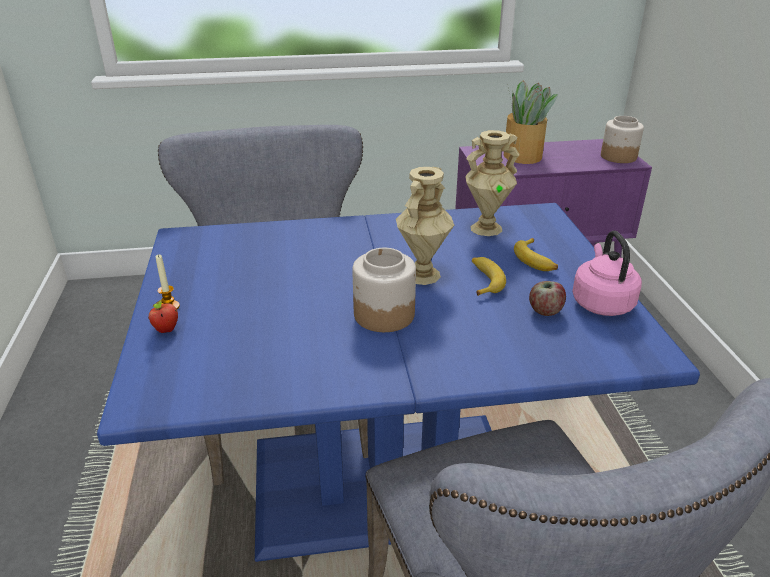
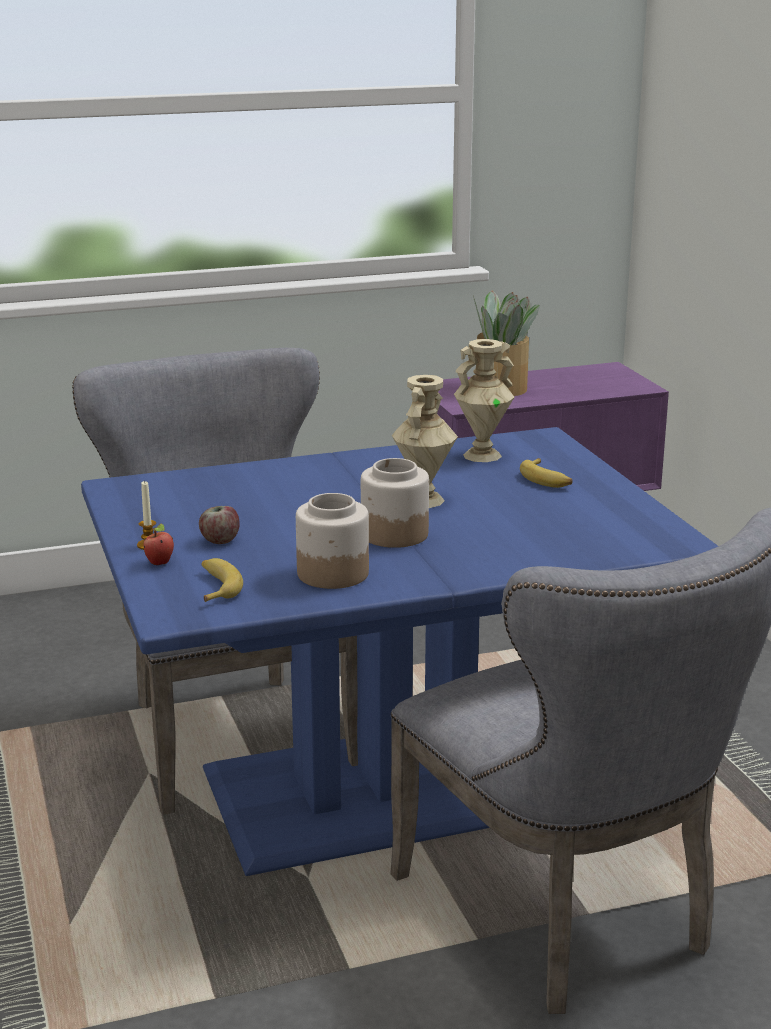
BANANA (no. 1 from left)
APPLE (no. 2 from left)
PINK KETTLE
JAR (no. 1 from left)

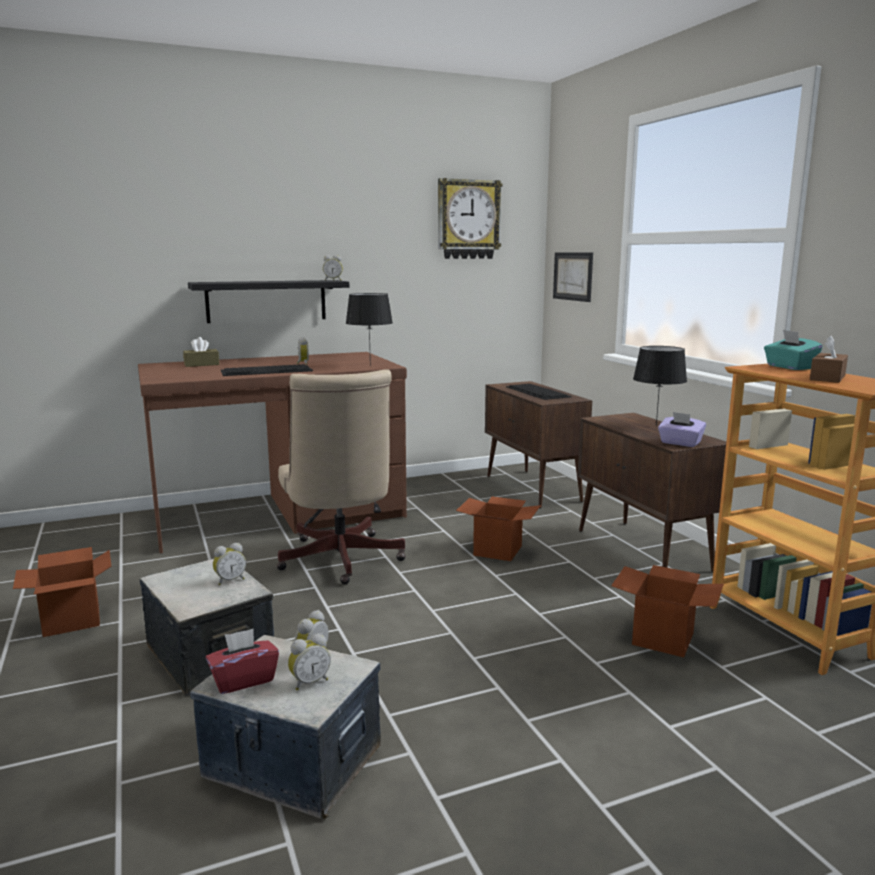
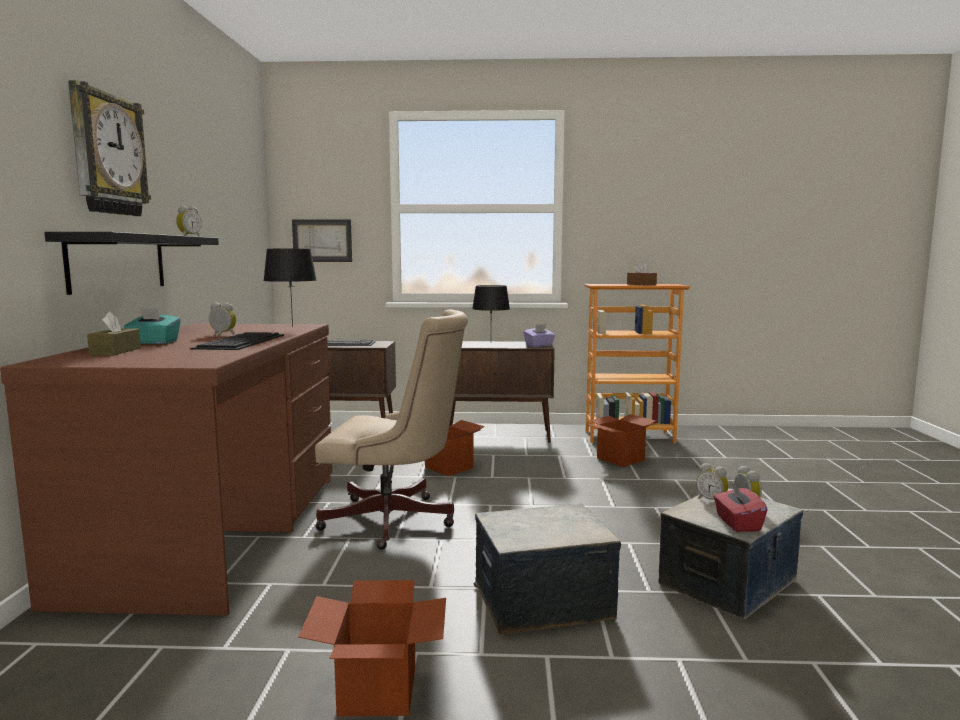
ALARM CLOCK (no. 1 from left in the first image)
WALL CLOCK
TURQUOISE TISSUE BOX

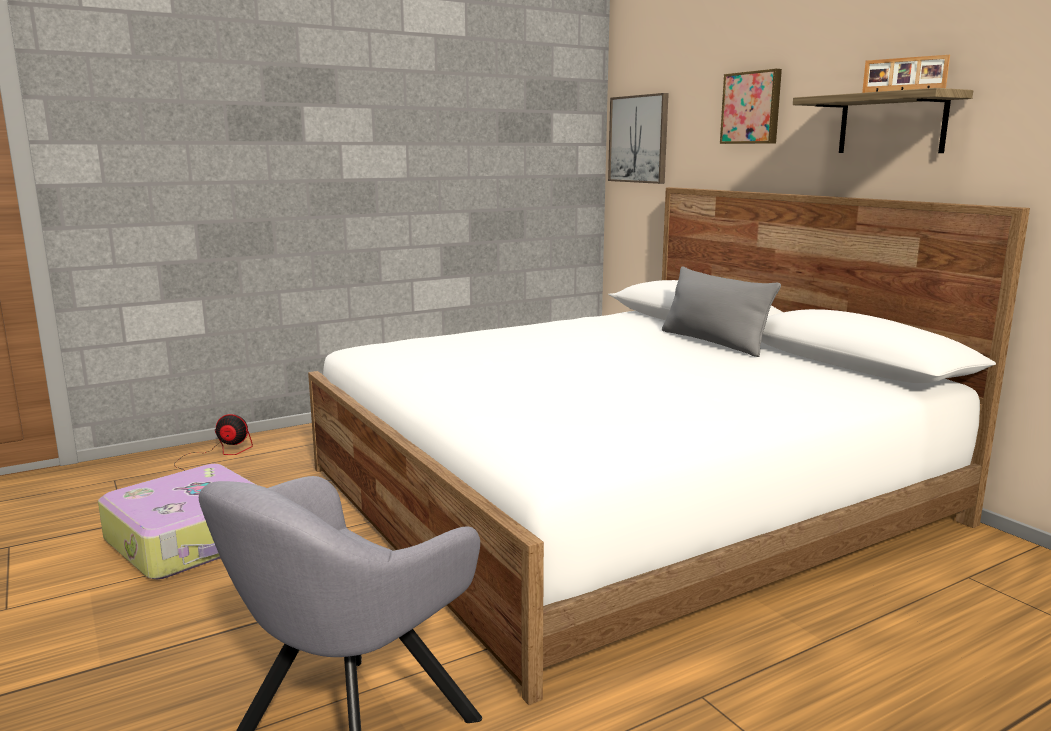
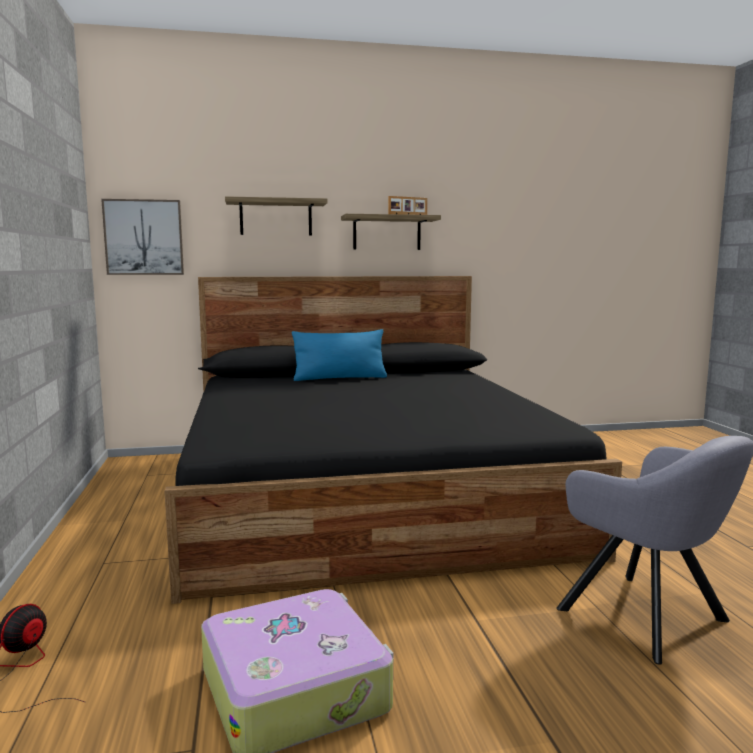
BLACK BED
BLUE PILLOW
SHELF (no. 1 from left)

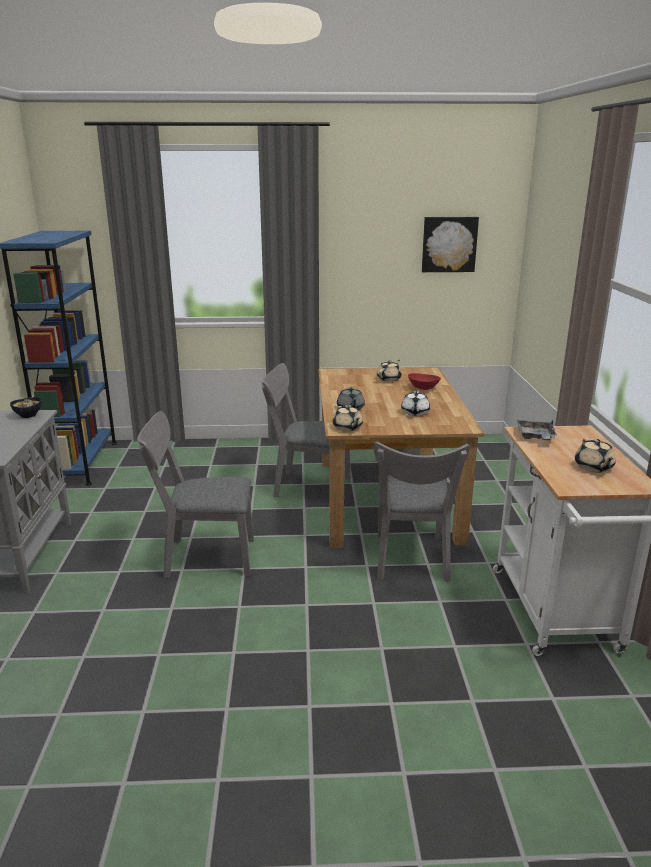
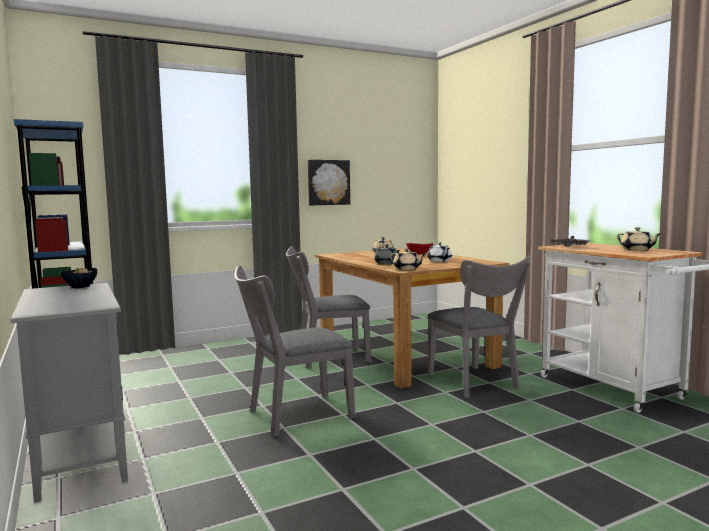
PICTURE

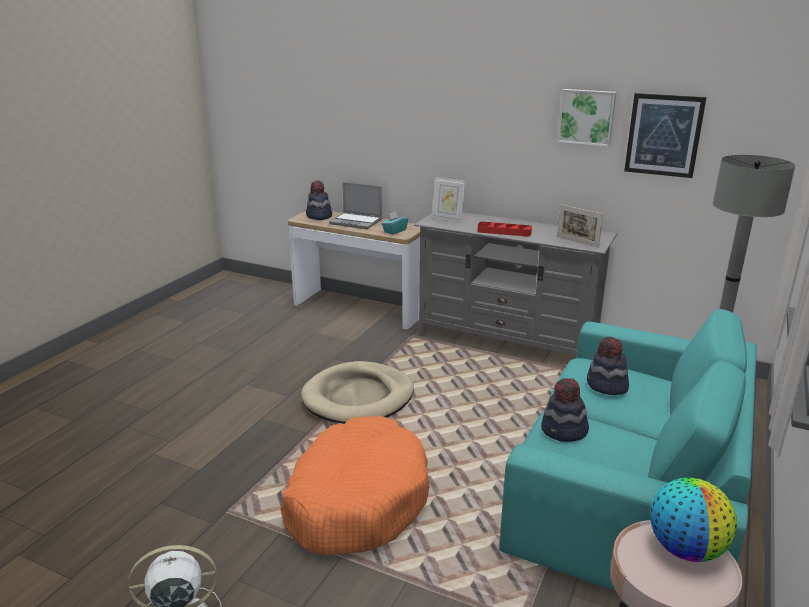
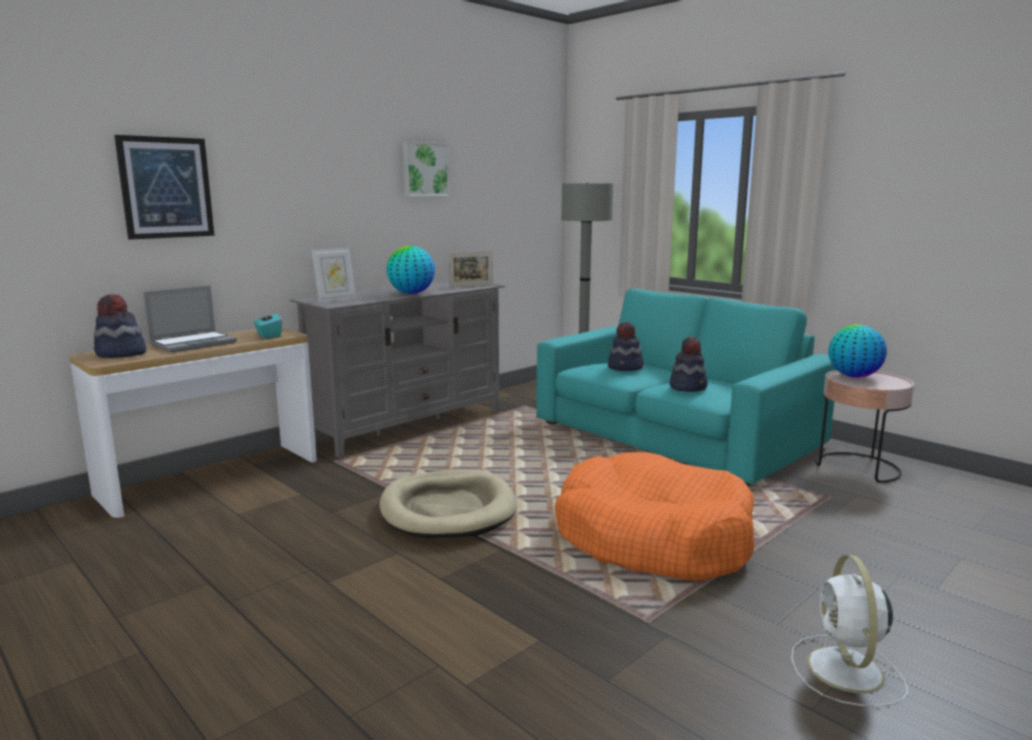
GLOBE (no. 1 from left)
PICTURE (no. 1 from left)

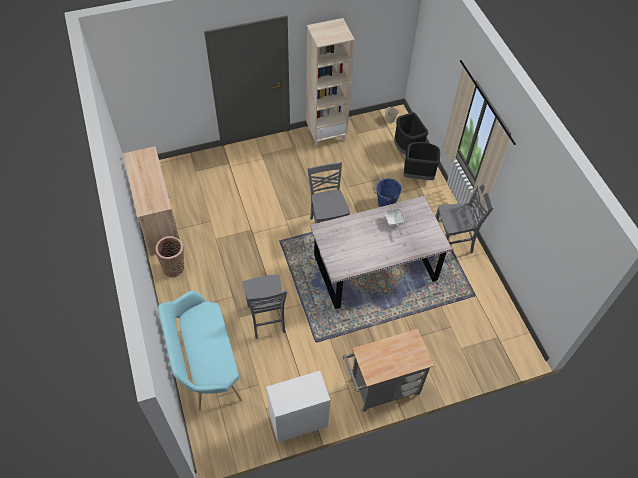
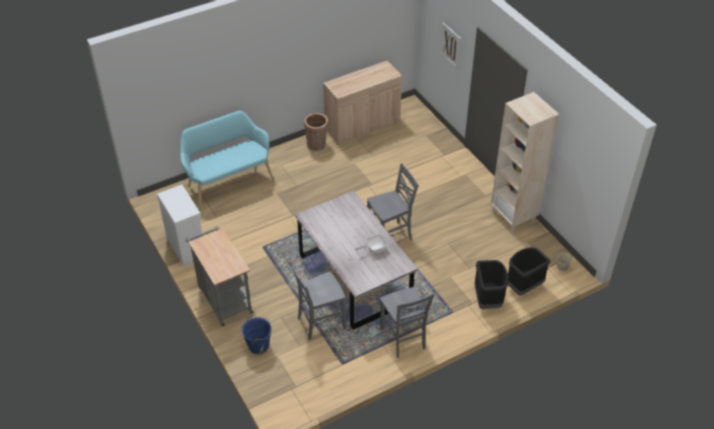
GREY CHAIR (no. 1 from left)
BLUE BUCKET
PICTURE

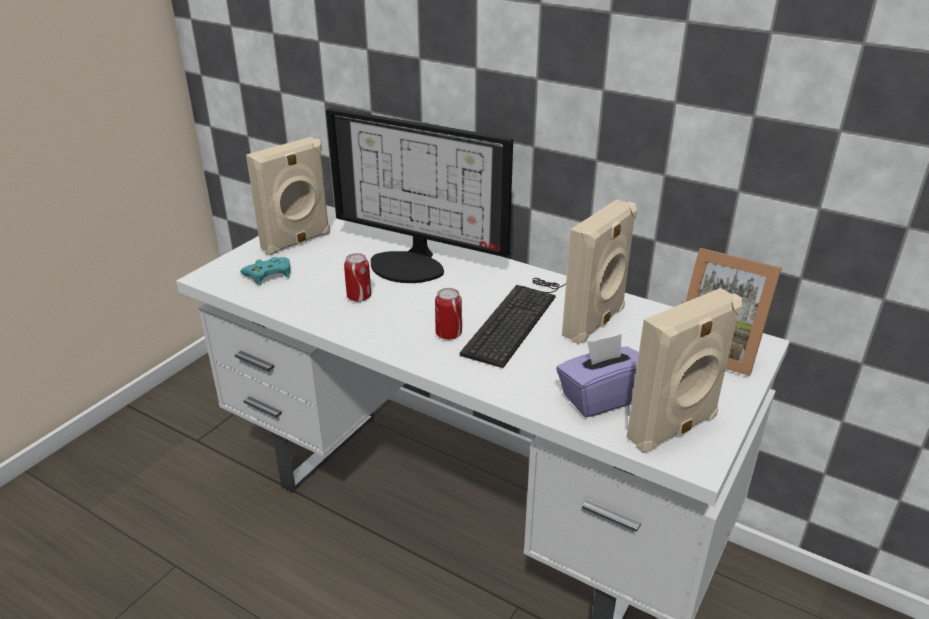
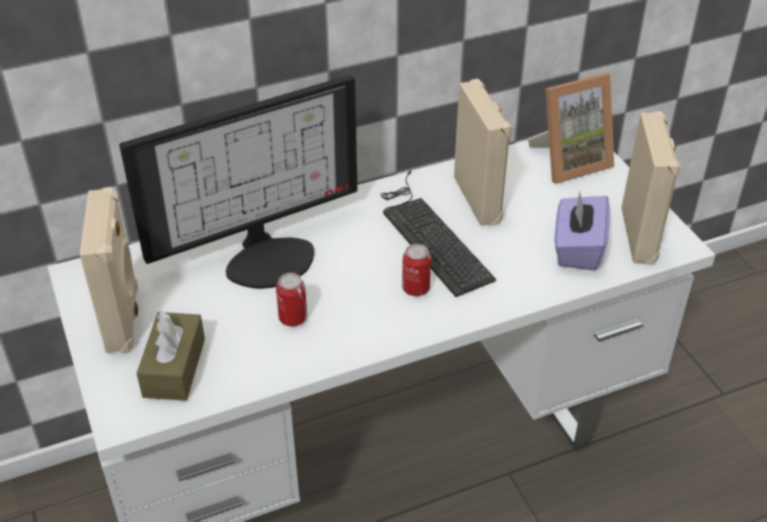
BROWN TISSUE BOX

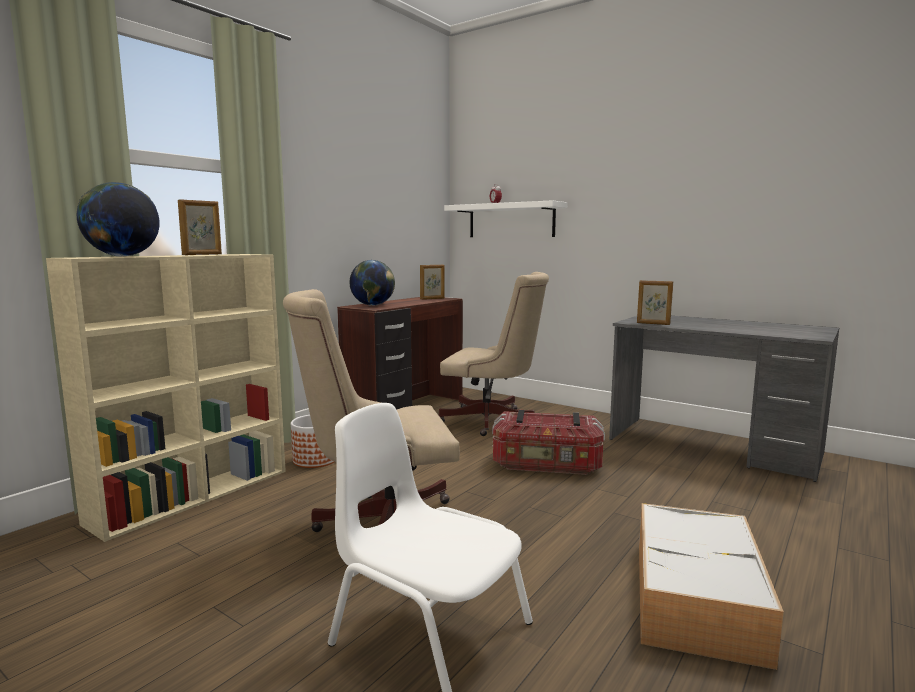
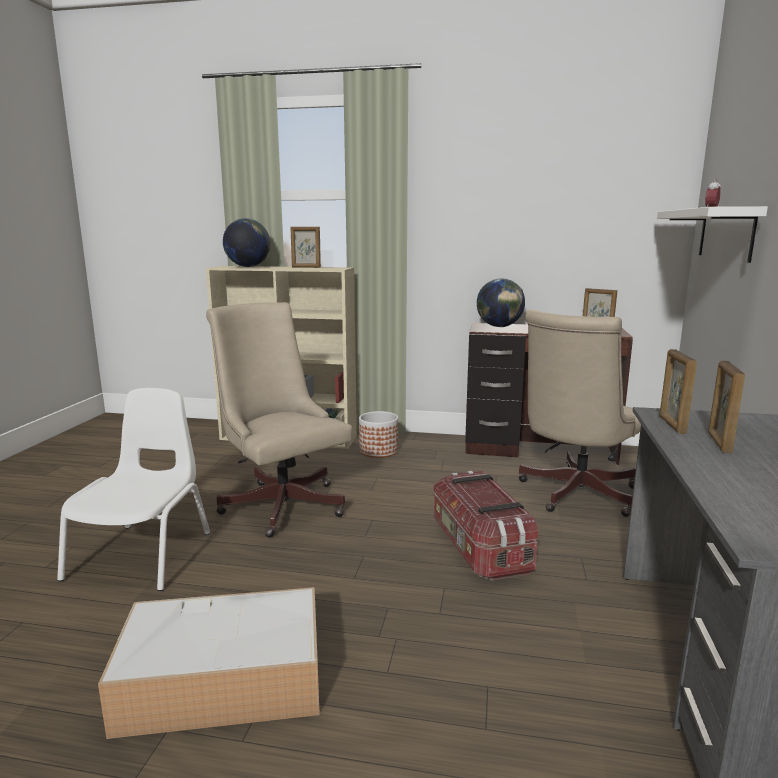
BEIGE OFFICE CHAIR (no. 2 from left)
PICTURE FRAME (no. 4 from left)

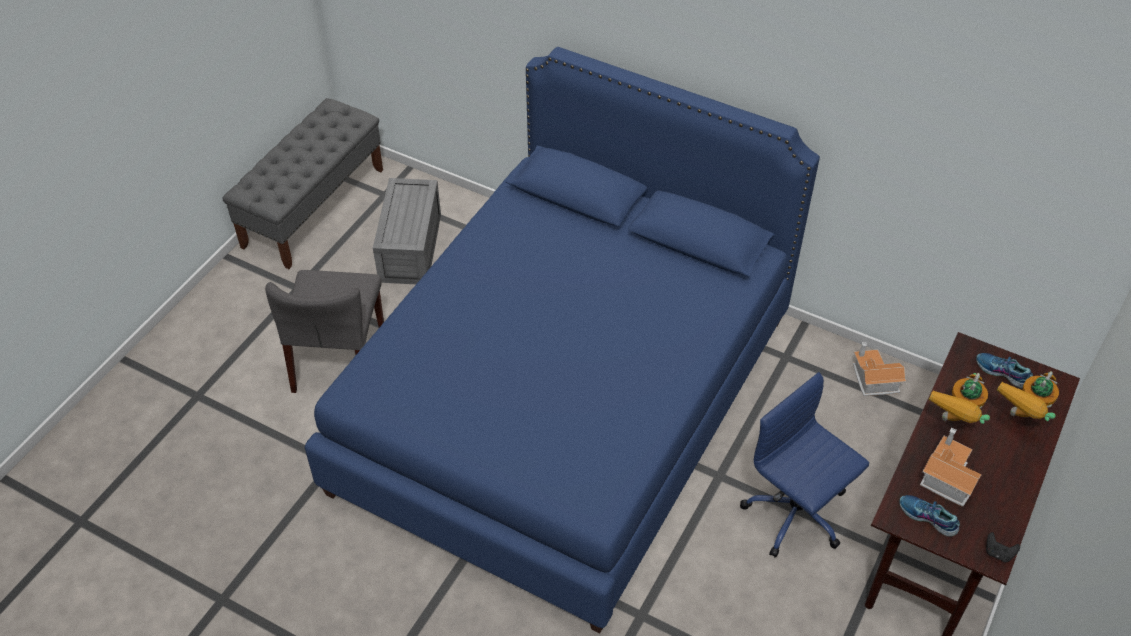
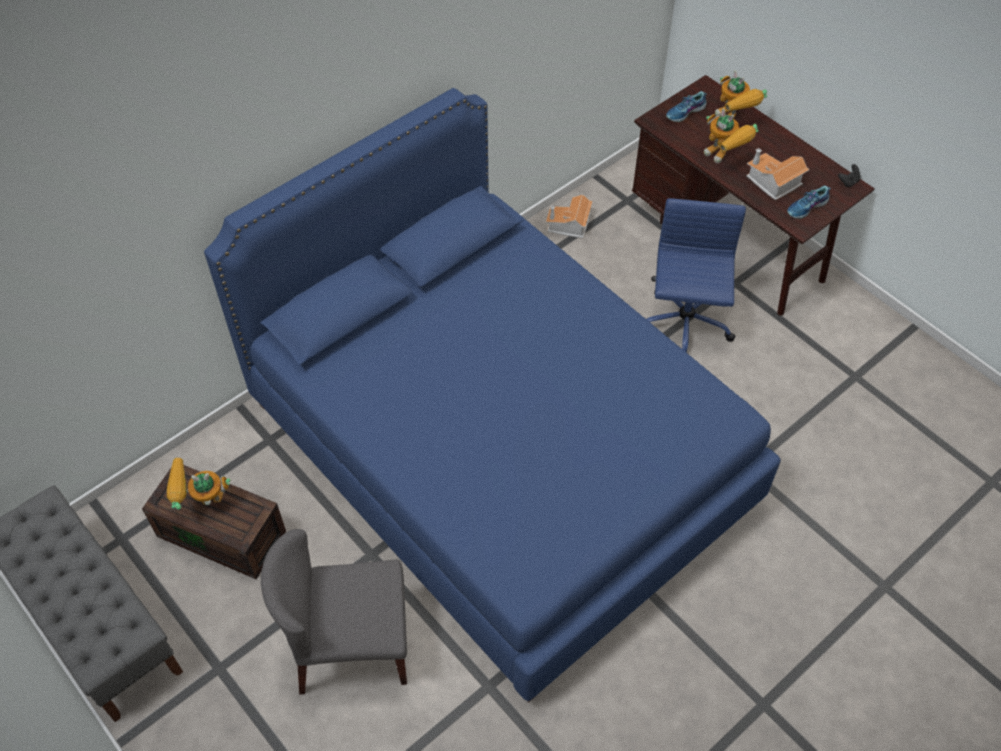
GREY CHAIR
BROWN STORAGE BOX
BLUE OFFICE CHAIR
TOY ROBOT (no. 1 from left)

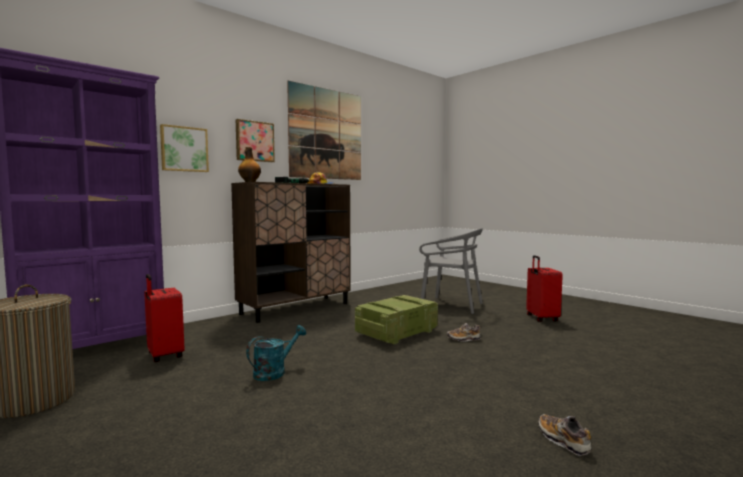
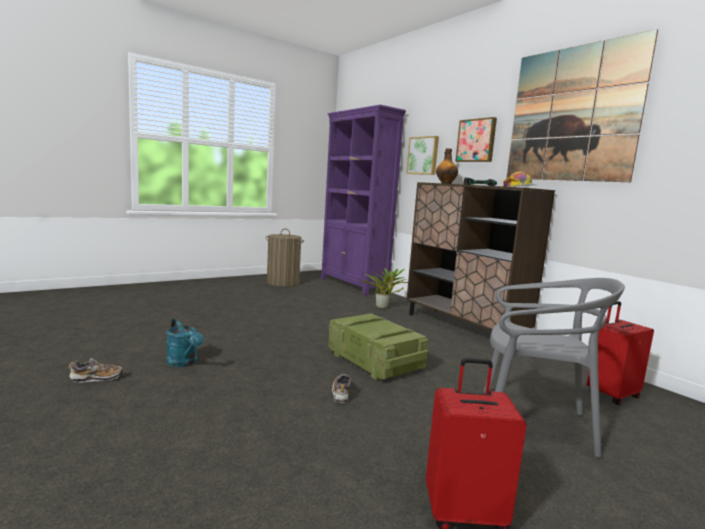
RED SUITCASE (no. 2 from left)
TURQUOISE WATERING CAN
GREY CHAIR
POTTED PLANT

